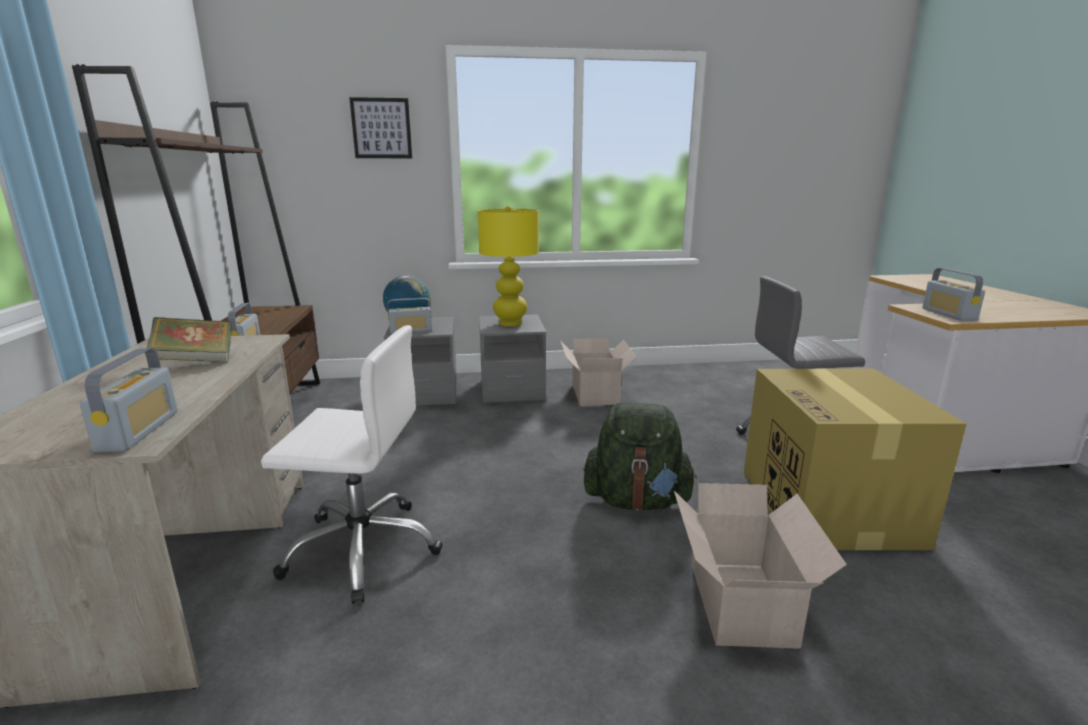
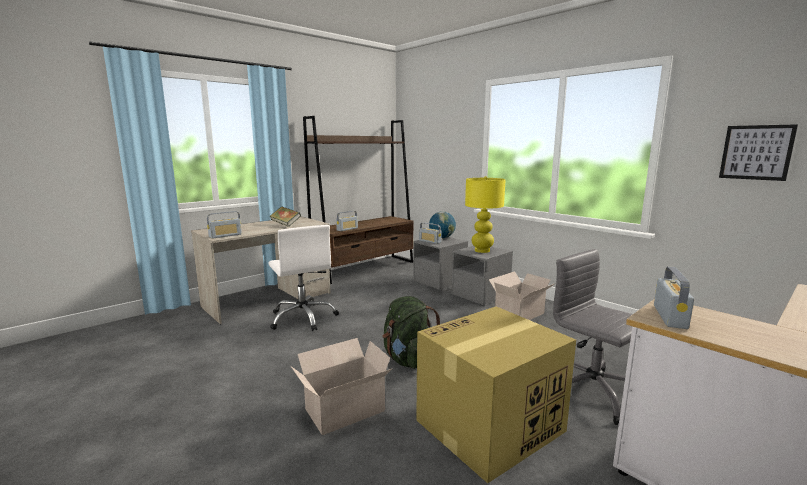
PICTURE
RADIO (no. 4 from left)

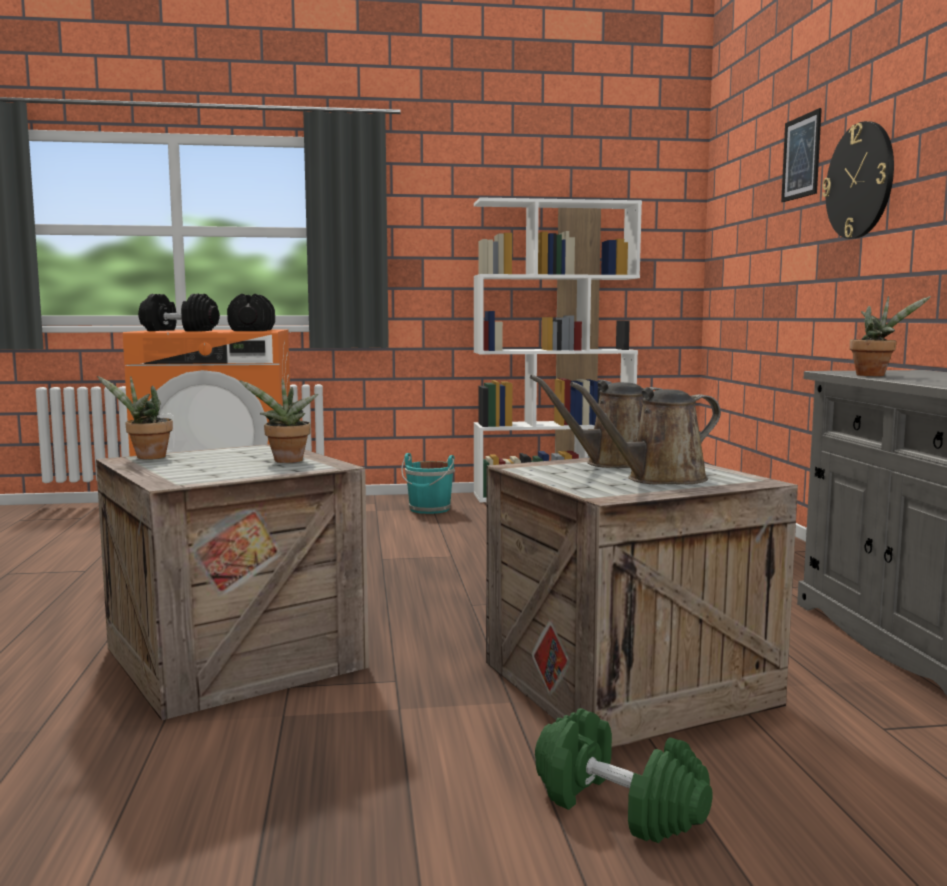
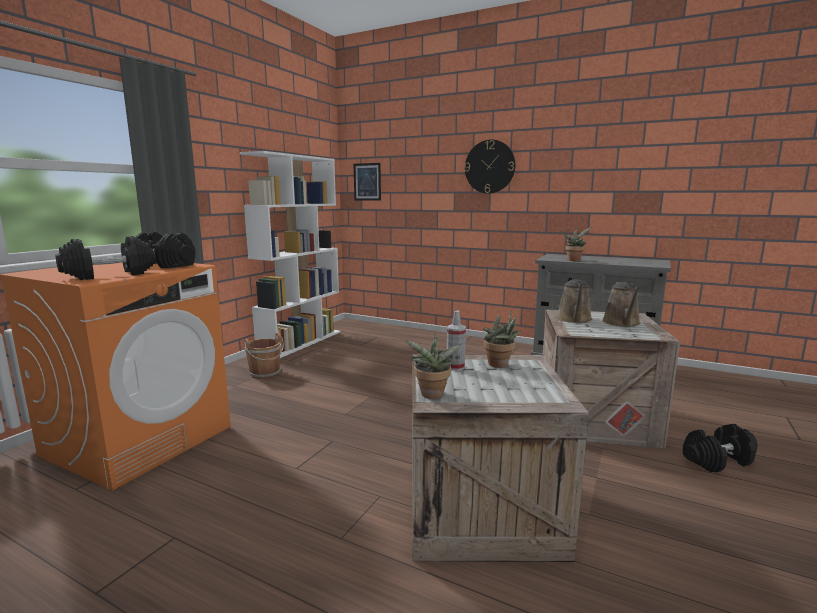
BROWN BUCKET
BLACK DUMBBELL (no. 3 from left)
PICTURE
SPRAY BOTTLE

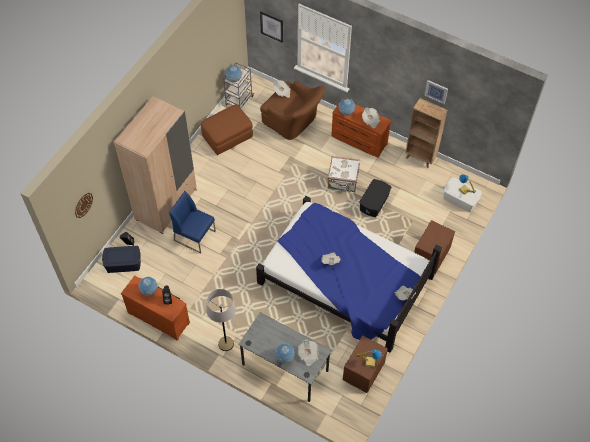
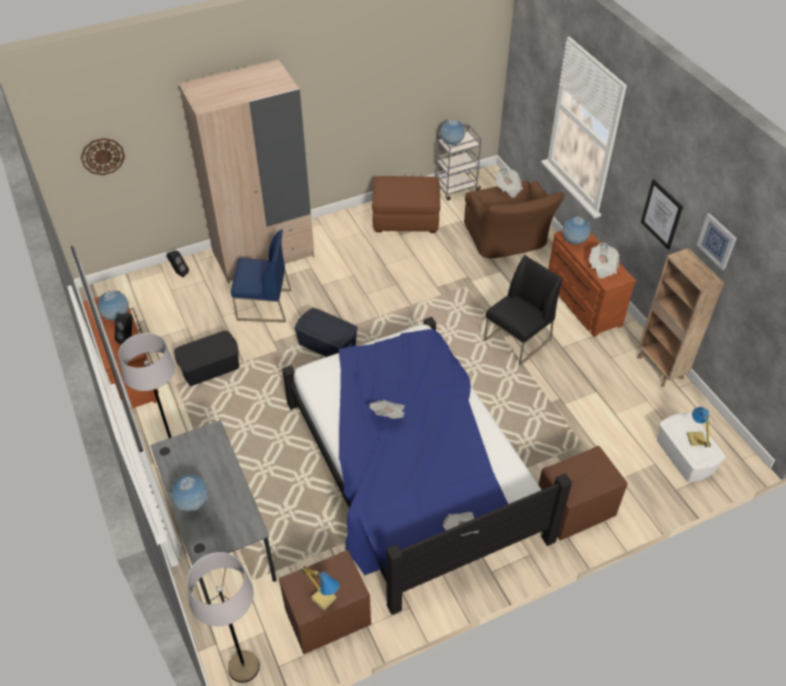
BLUE STORAGE BOX
BLUE CHAIR
PICTURE (no. 1 from left)
NEWSPAPER (no. 2 from left in the first image)
BLACK CHAIR
BLACK STORAGE BOX
GREY FLOOR LAMP (no. 2 from left)

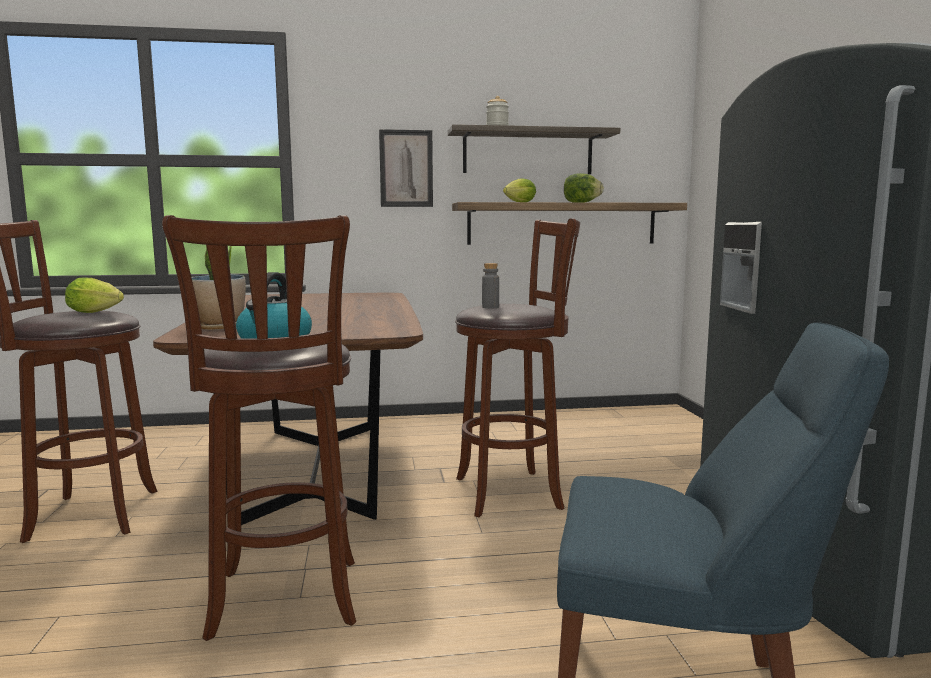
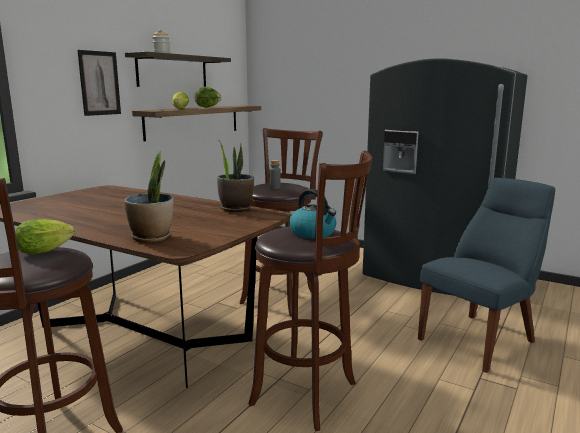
POTTED PLANT (no. 2 from left)

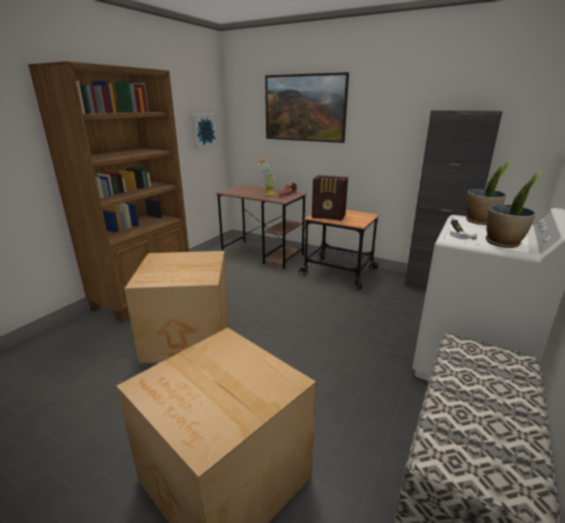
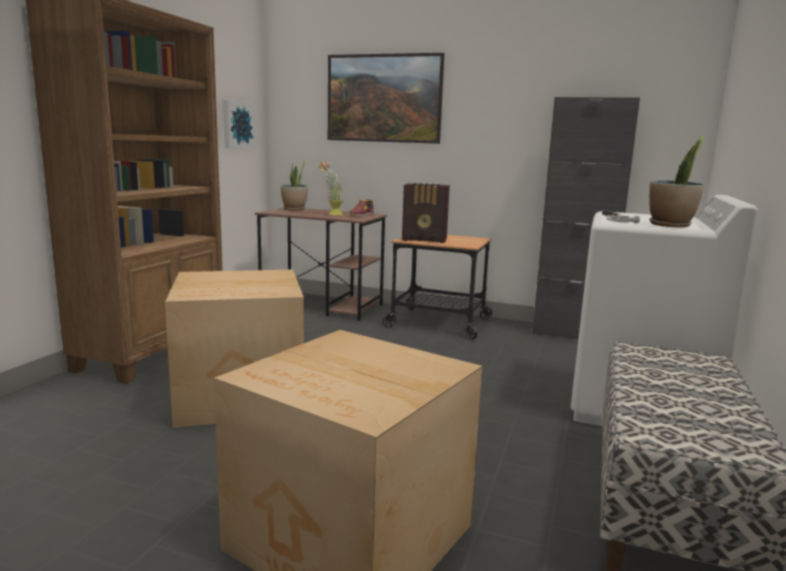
POTTED PLANT (no. 1 from left)

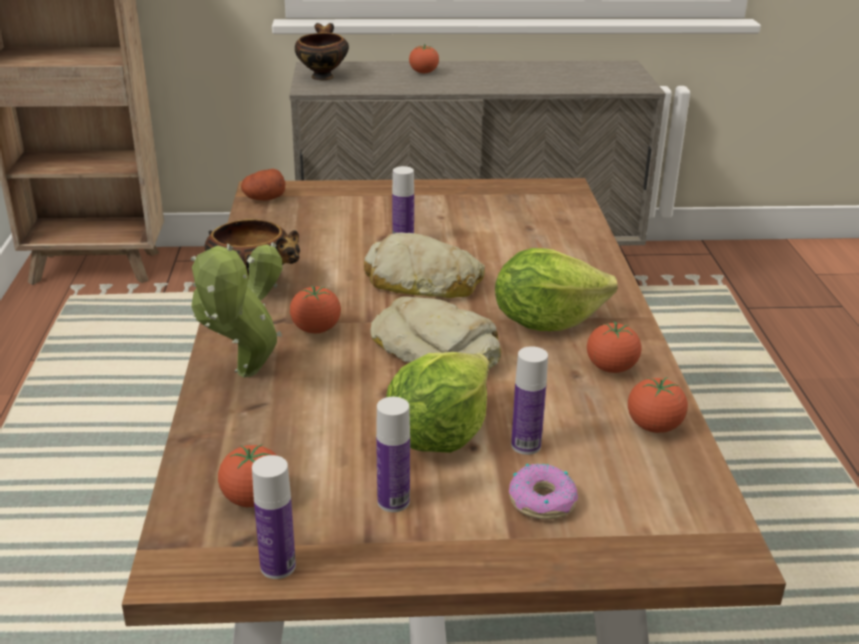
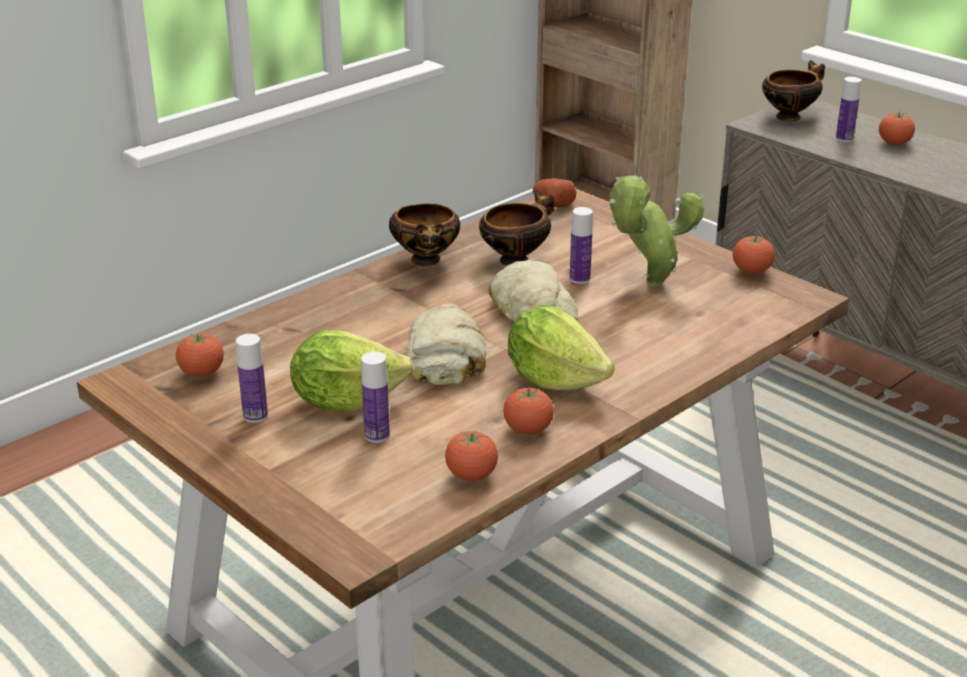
POTTED PLANT
BOTTLE (no. 4 from left)
TOMATO (no. 4 from left)
DONUT
BOWL (no. 2 from left)

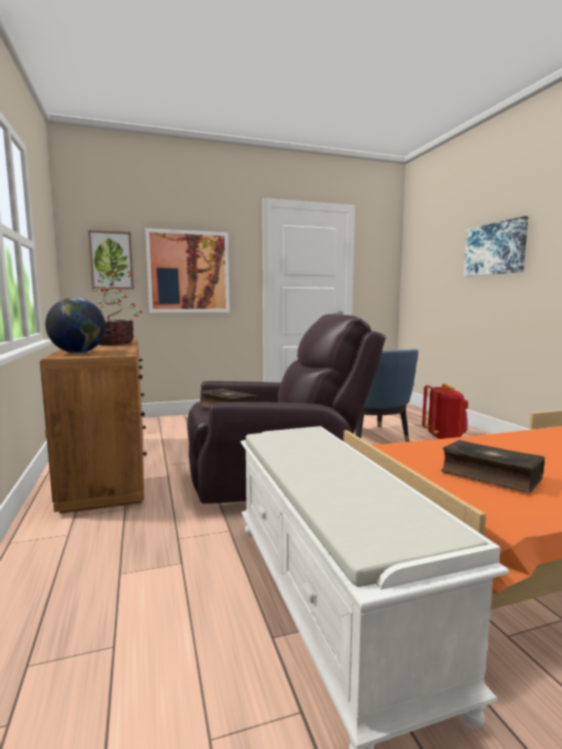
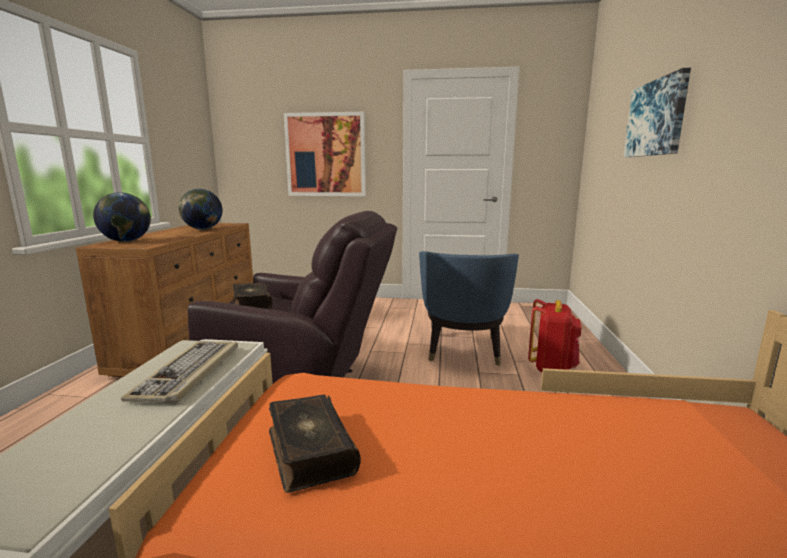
PICTURE (no. 1 from left in the first image)
GLOBE (no. 2 from left)
KEYBOARD

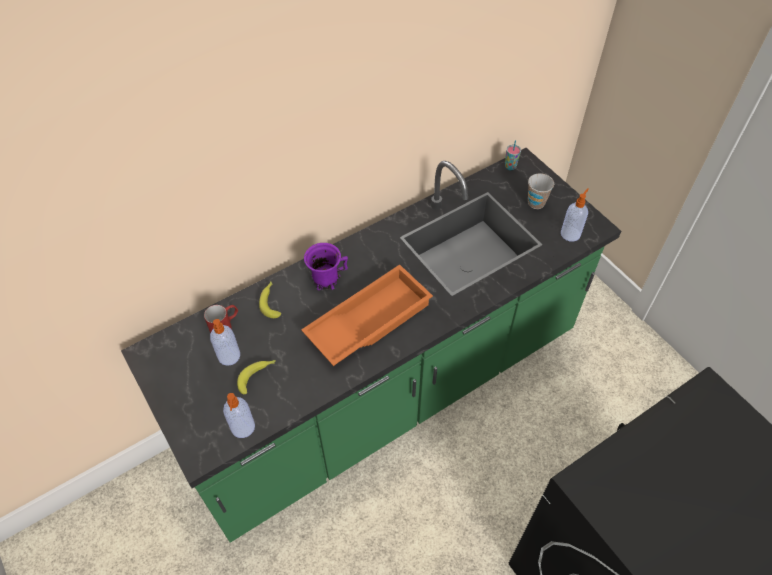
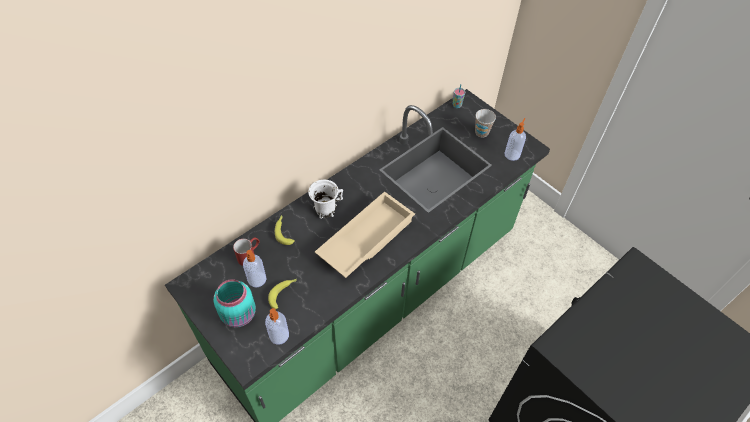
BEIGE TRAY
WHITE MUG
TURQUOISE JAR

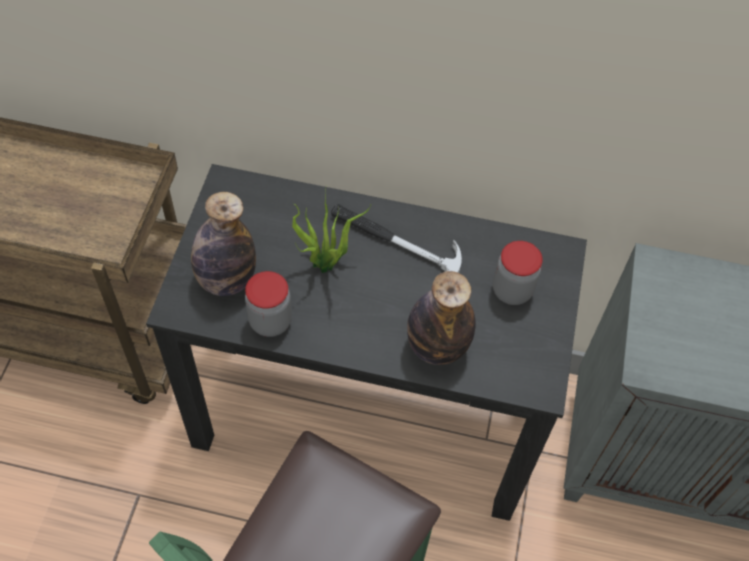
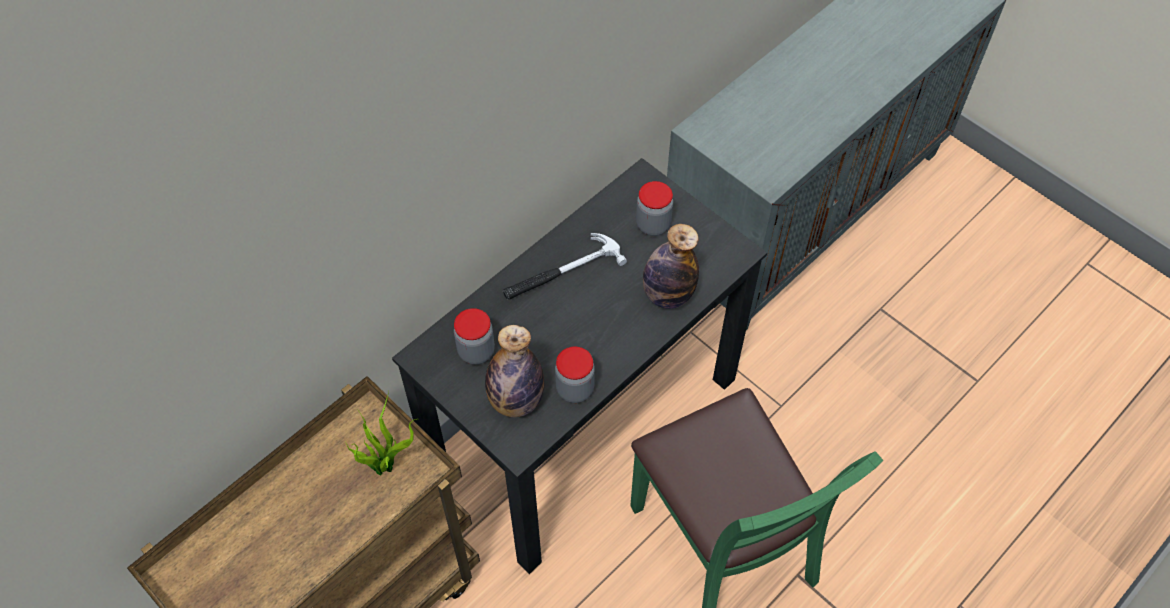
POTTED PLANT
JAR (no. 1 from left)

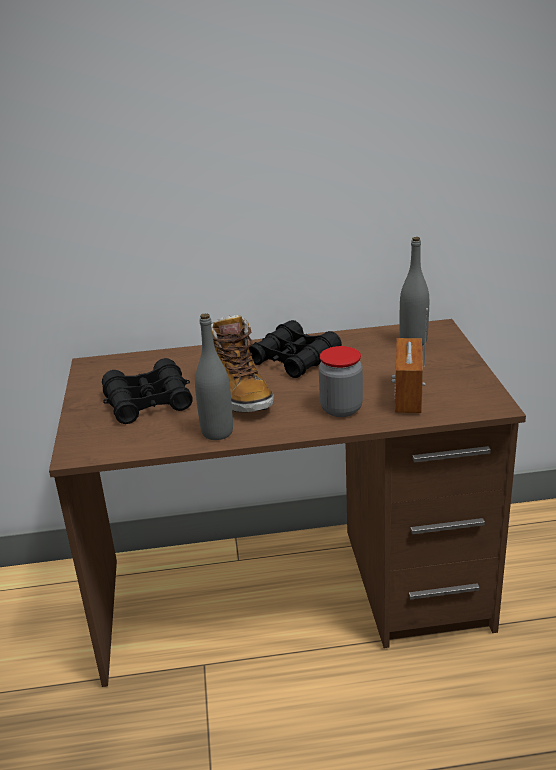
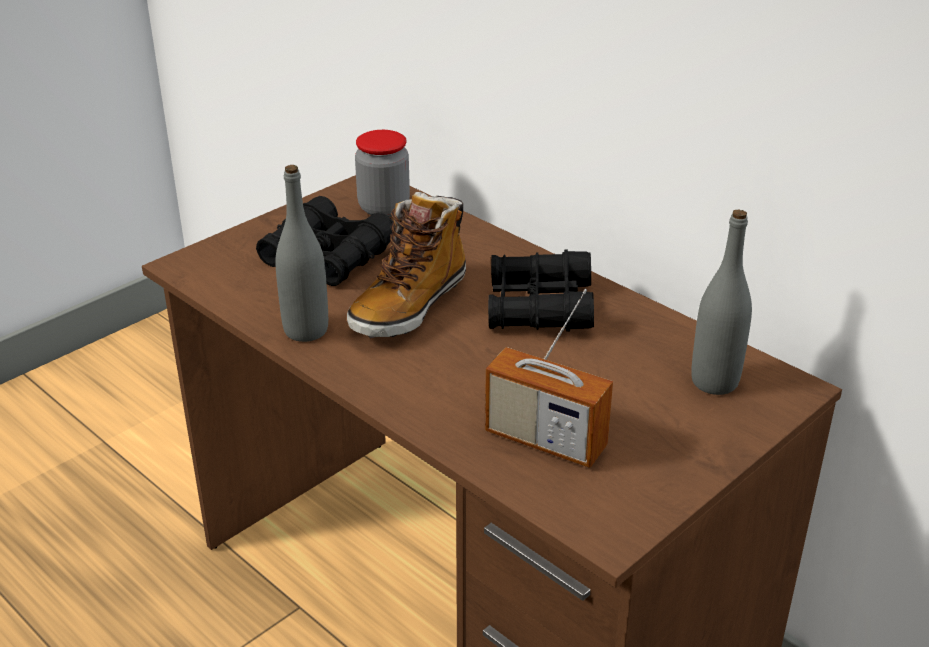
JAR
RADIO

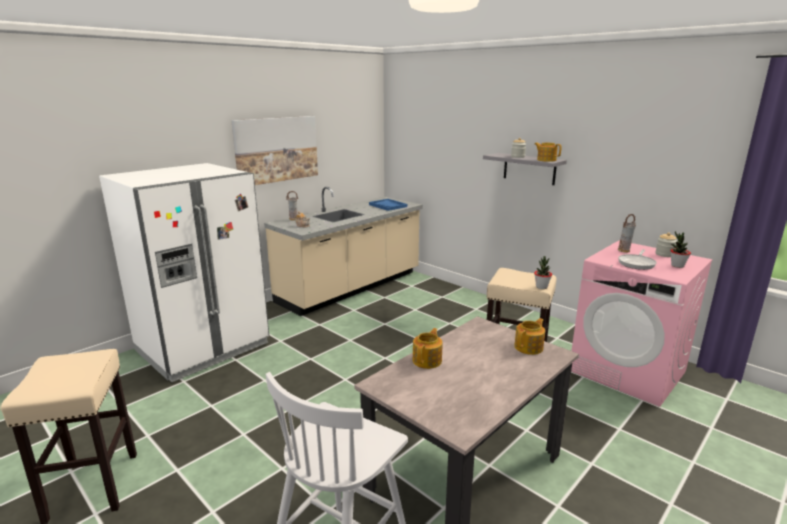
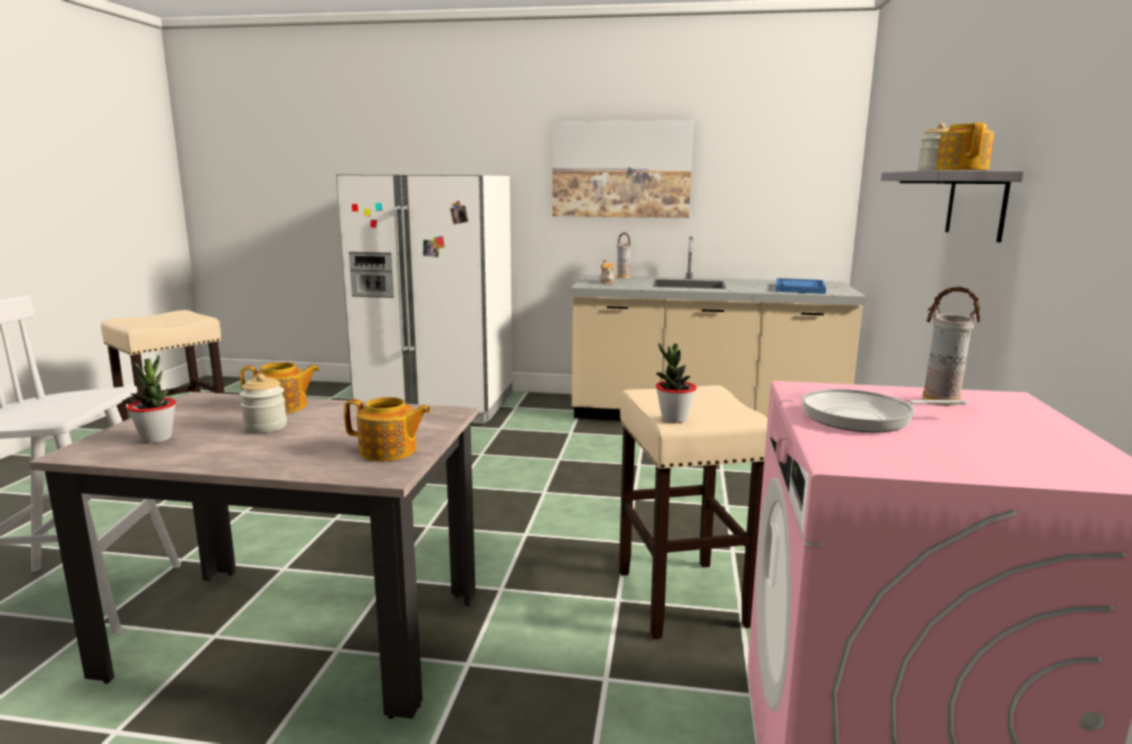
JAR (no. 1 from left)
POTTED PLANT (no. 1 from left)

